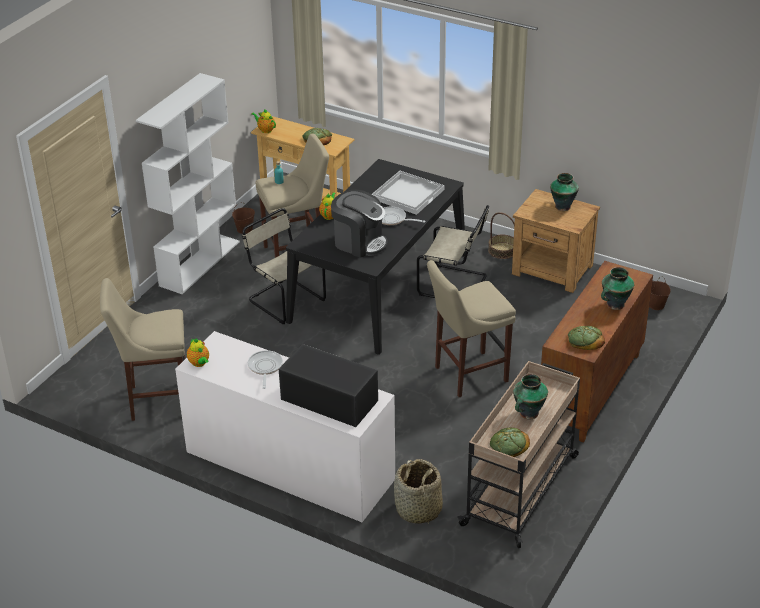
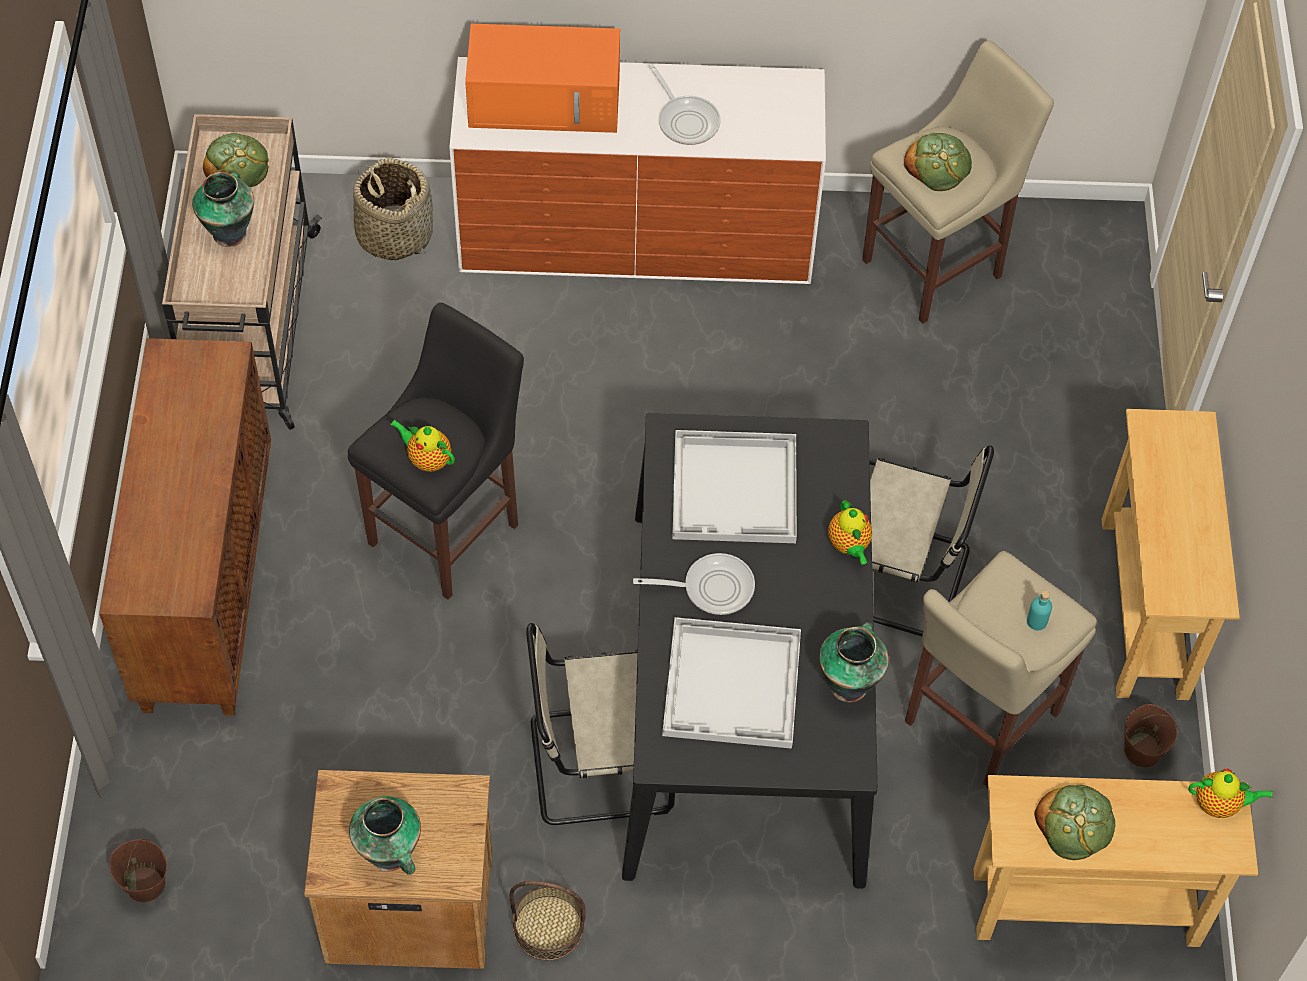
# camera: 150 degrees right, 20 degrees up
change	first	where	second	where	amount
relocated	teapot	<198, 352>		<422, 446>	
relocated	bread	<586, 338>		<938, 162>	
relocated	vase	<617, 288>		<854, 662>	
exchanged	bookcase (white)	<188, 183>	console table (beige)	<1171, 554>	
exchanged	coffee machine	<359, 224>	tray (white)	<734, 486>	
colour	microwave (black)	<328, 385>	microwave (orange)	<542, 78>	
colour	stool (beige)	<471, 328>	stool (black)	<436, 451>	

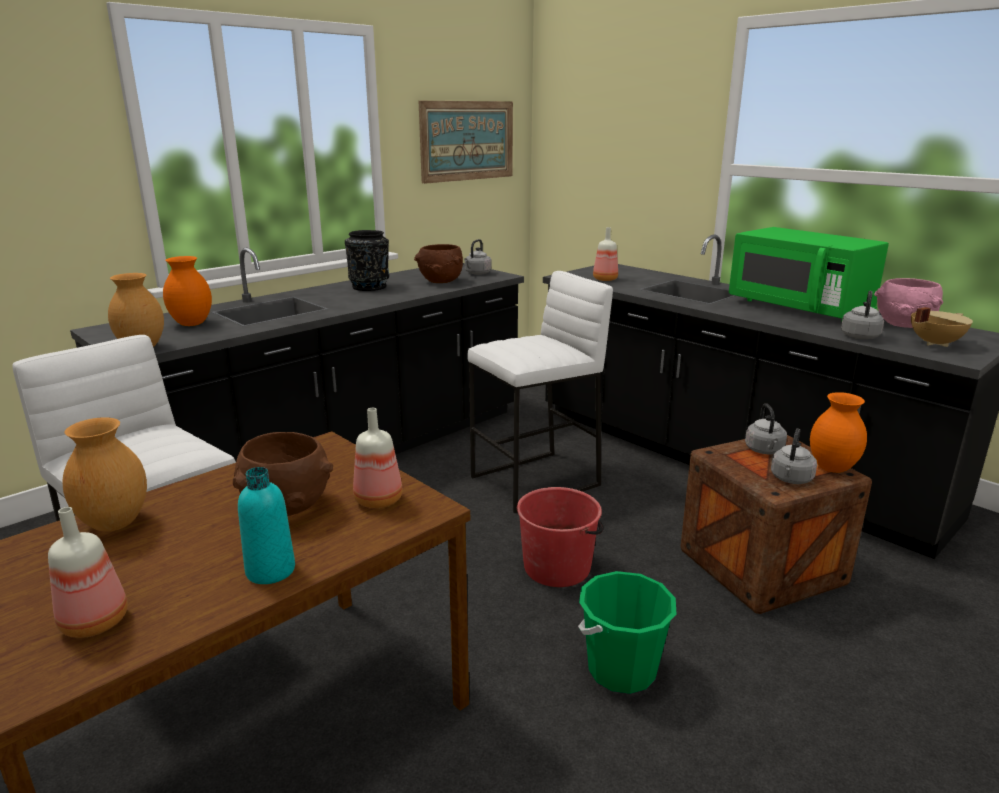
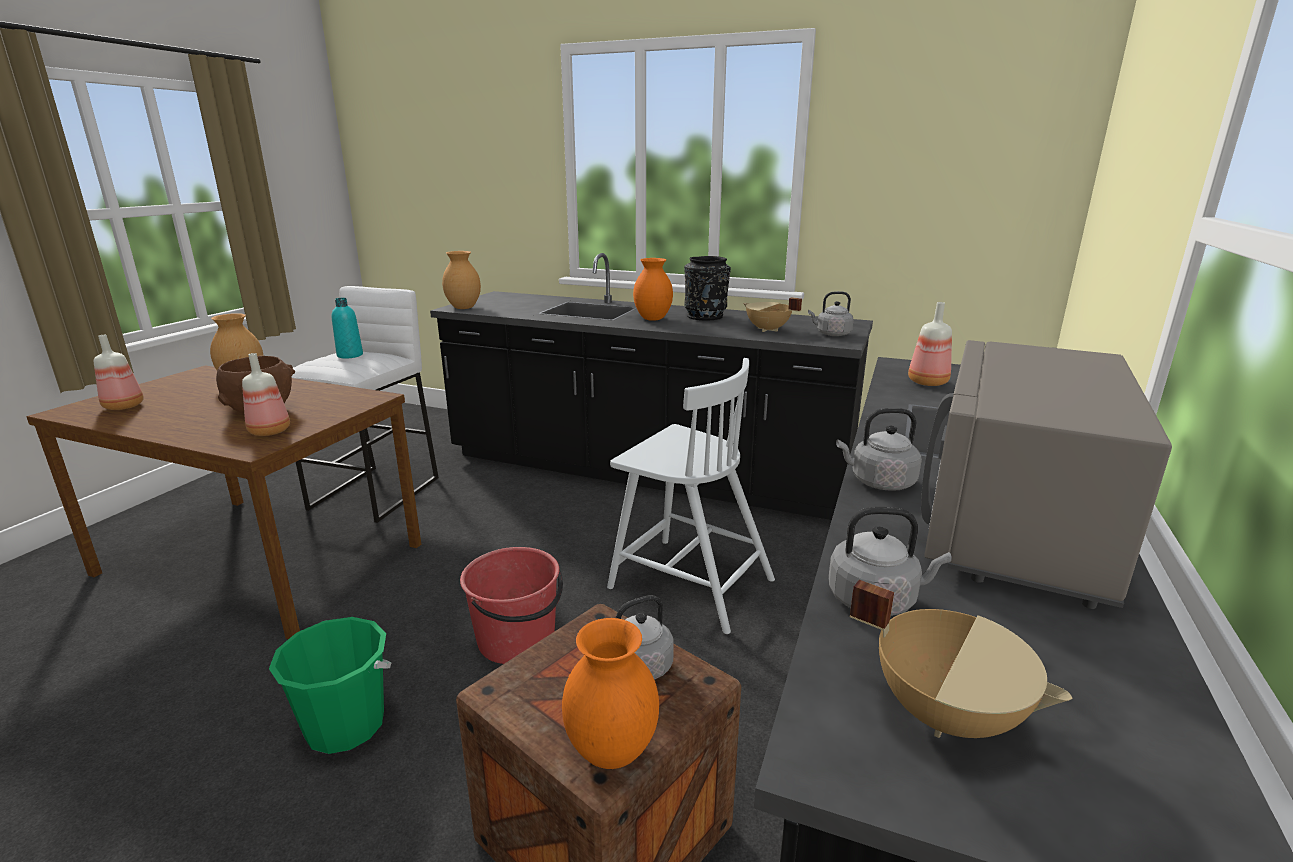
# camera: 65 degrees right, 0 degrees up
change	first	where	second	where	amount
missing	picture	<466, 142>			
missing	bowl (pink)	<908, 303>			
relocated	vase (orange)	<187, 291>		<653, 289>	
relocated	bottle (turquoise)	<266, 525>		<347, 328>	
relocated	kettle (grey)	<794, 456>		<879, 449>	
exchanged	bowl (brown)	<438, 263>	cooking pot (beige)	<772, 314>	
exchanged	stool (white)	<540, 392>	chair (white)	<691, 496>	
colour	microwave (green)	<809, 274>	microwave (grey)	<1046, 474>	

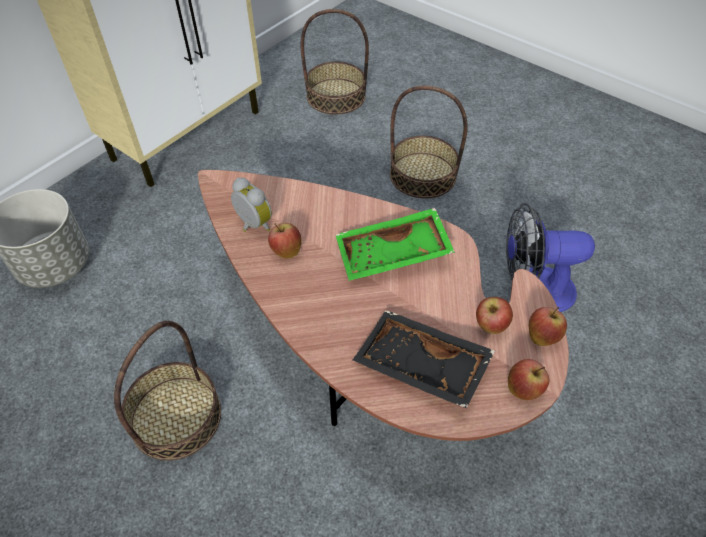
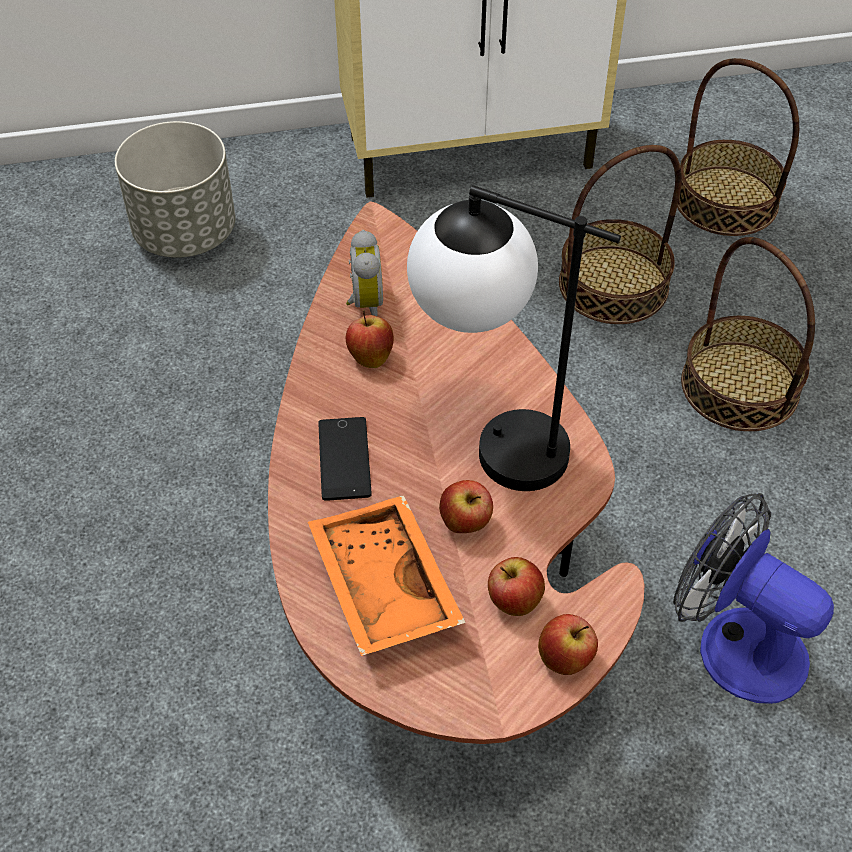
# camera: 40 degrees right, 0 degrees up
change	first	where	second	where	amount
appeared			phone	<345, 459>	
relocated	basket	<167, 391>		<620, 234>	
relocated	apple	<528, 379>		<466, 506>	
exchanged	tray (green)	<395, 244>	table lamp	<514, 338>	
colour	tray (black)	<424, 359>	tray (orange)	<387, 575>	

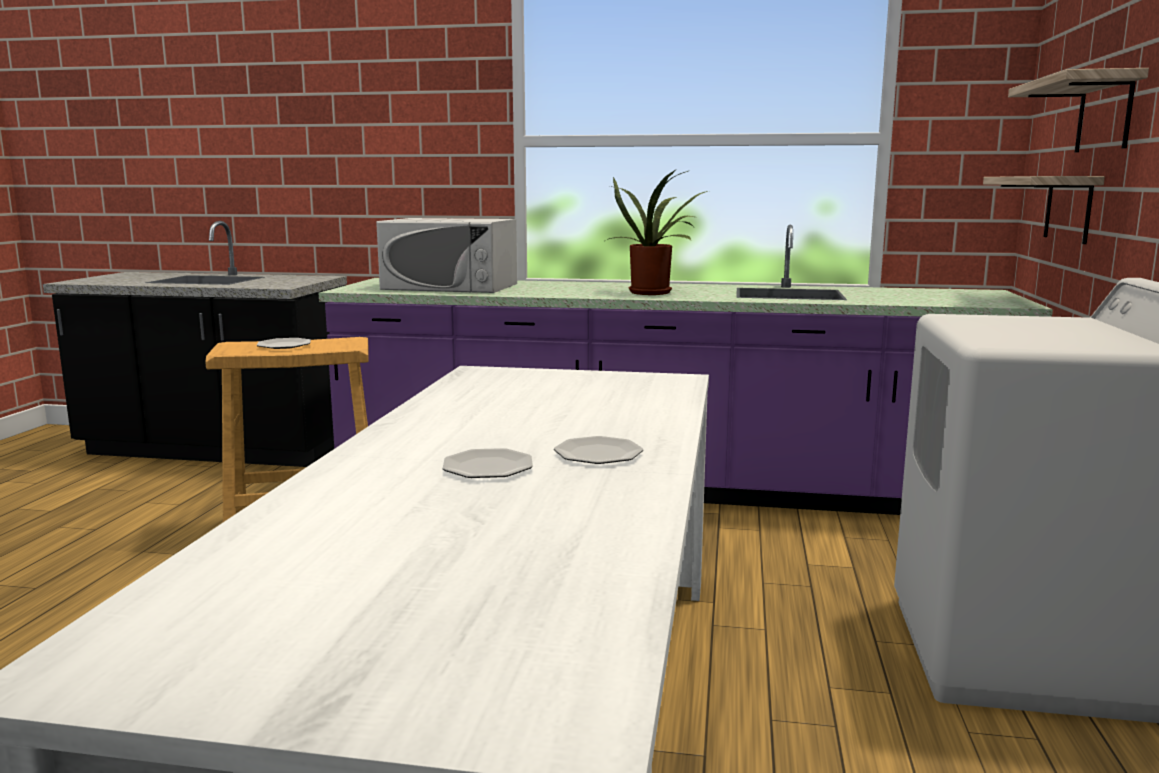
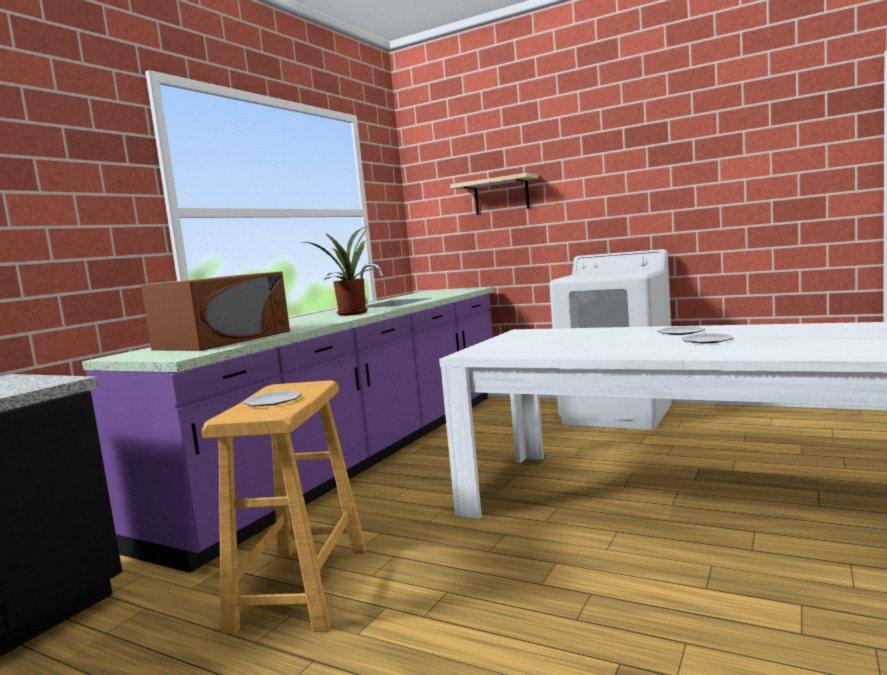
# camera: 70 degrees left, 5 degrees down
change	first	where	second	where	amount
missing	shelf	<1044, 210>			
colour	microwave (white)	<446, 255>	microwave (brown)	<215, 311>	

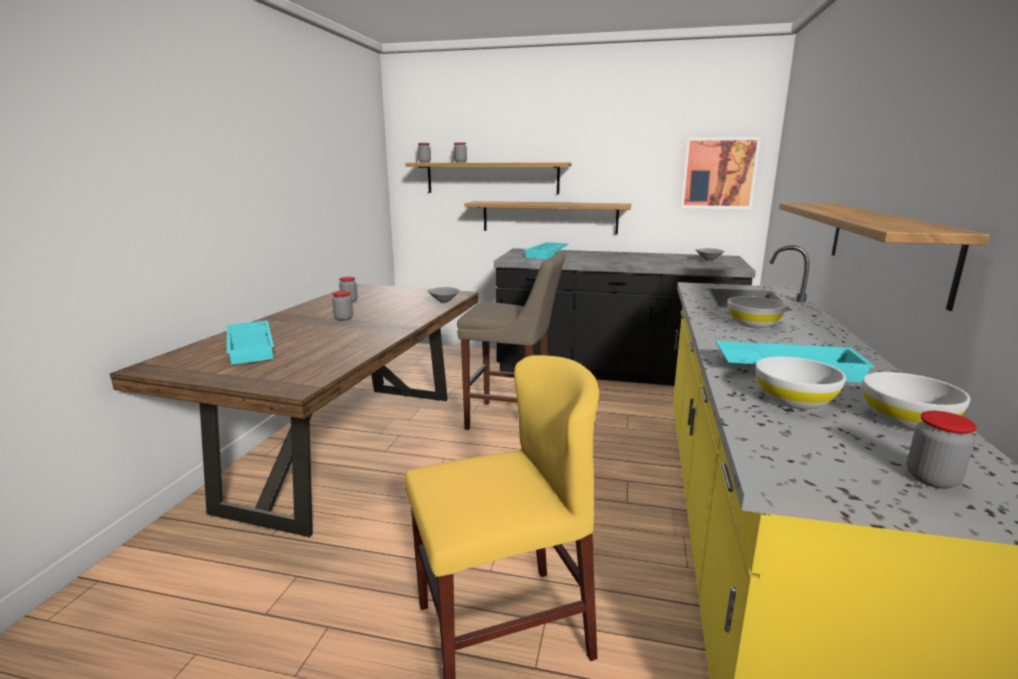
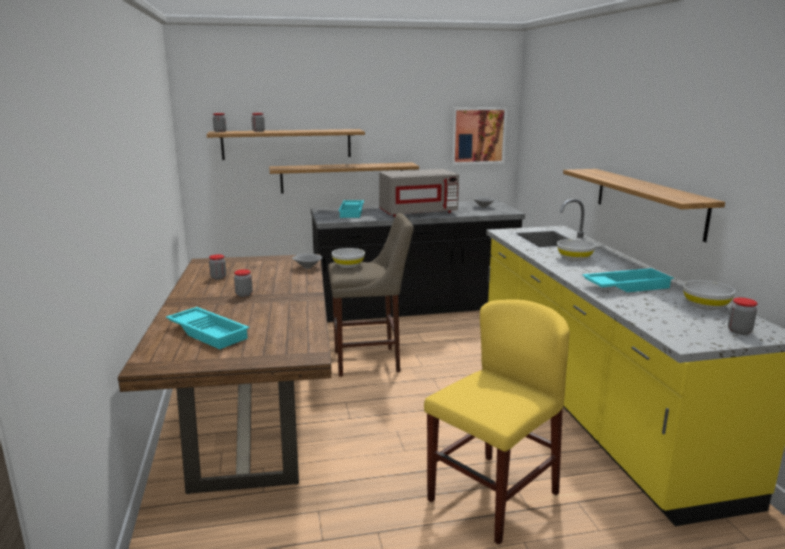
# camera: 25 degrees left, 0 degrees up
change	first	where	second	where	amount
appeared			microwave (grey)	<419, 193>	
relocated	bowl (white)	<801, 382>		<348, 258>	

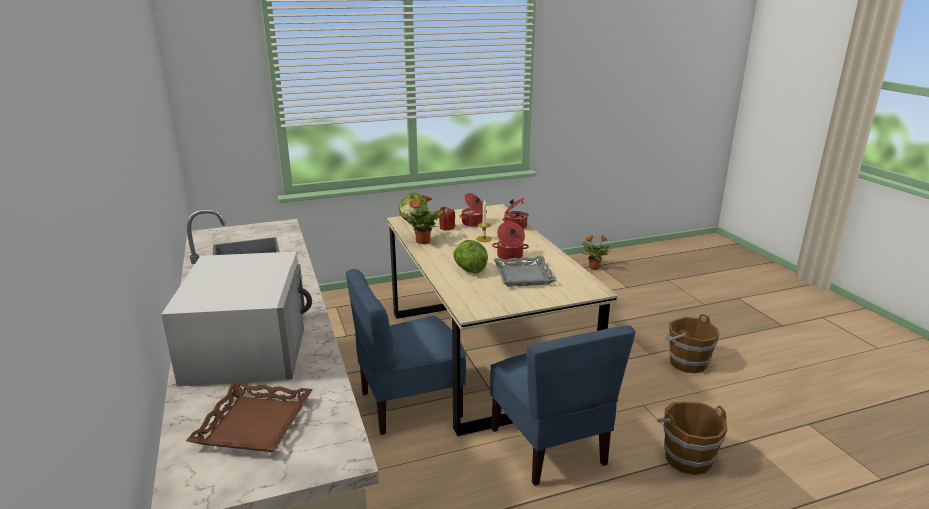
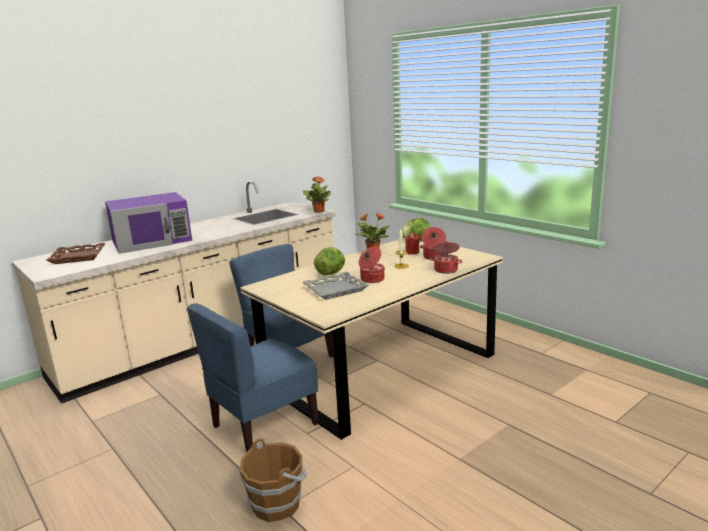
# camera: 70 degrees right, 5 degrees down
change	first	where	second	where	amount
missing	bucket (brown)	<692, 343>			
relocated	potted plant	<595, 252>		<317, 194>	
colour	microwave (white)	<236, 319>	microwave (purple)	<148, 223>	

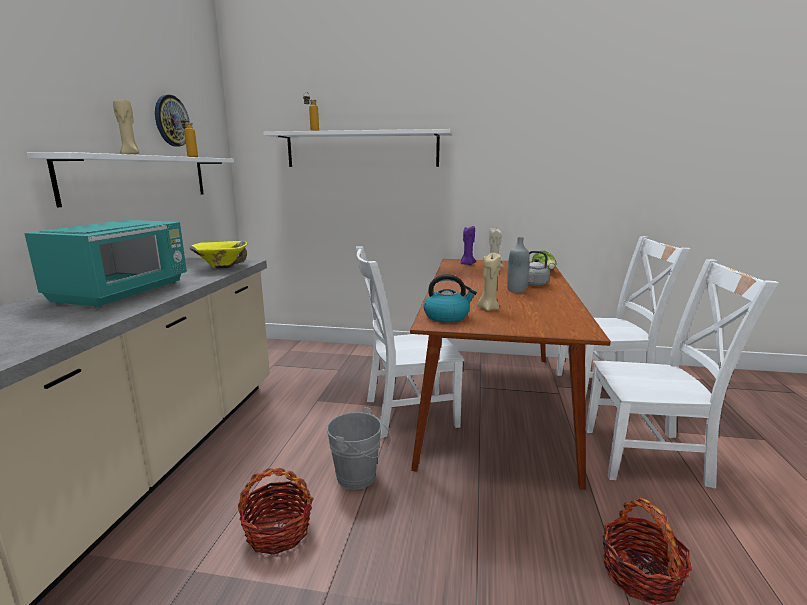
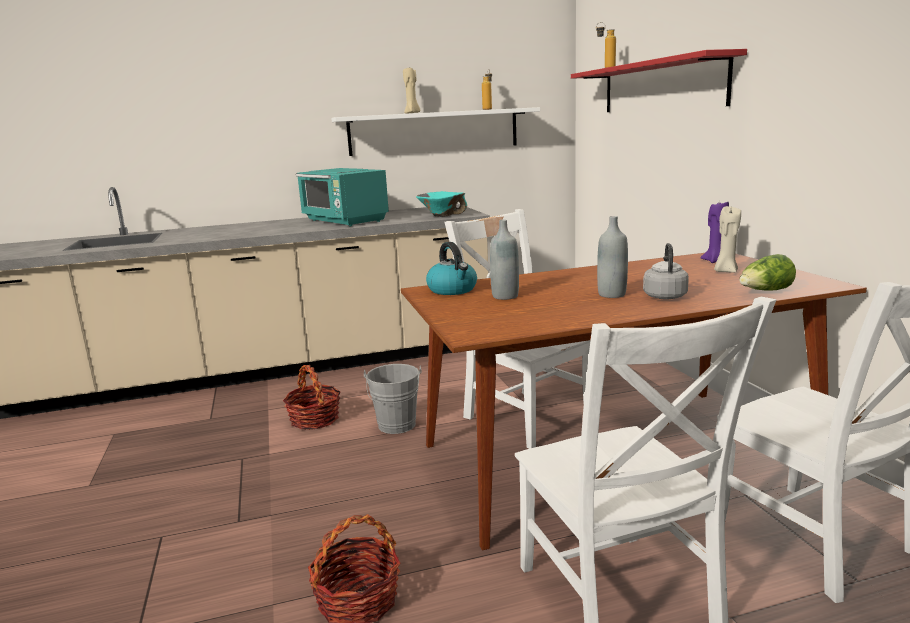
# camera: 65 degrees right, 0 degrees up
change	first	where	second	where	amount
missing	wall clock	<172, 121>			
exchanged	candle (beige)	<489, 282>	bottle (grey)	<504, 260>	
colour	bowl (yellow)	<218, 255>	bowl (turquoise)	<441, 204>	
colour	shelf (white)	<357, 148>	shelf (red)	<659, 80>	
spun	microwave (turquoise)	<105, 264>		<342, 197>	60 degrees clockwise

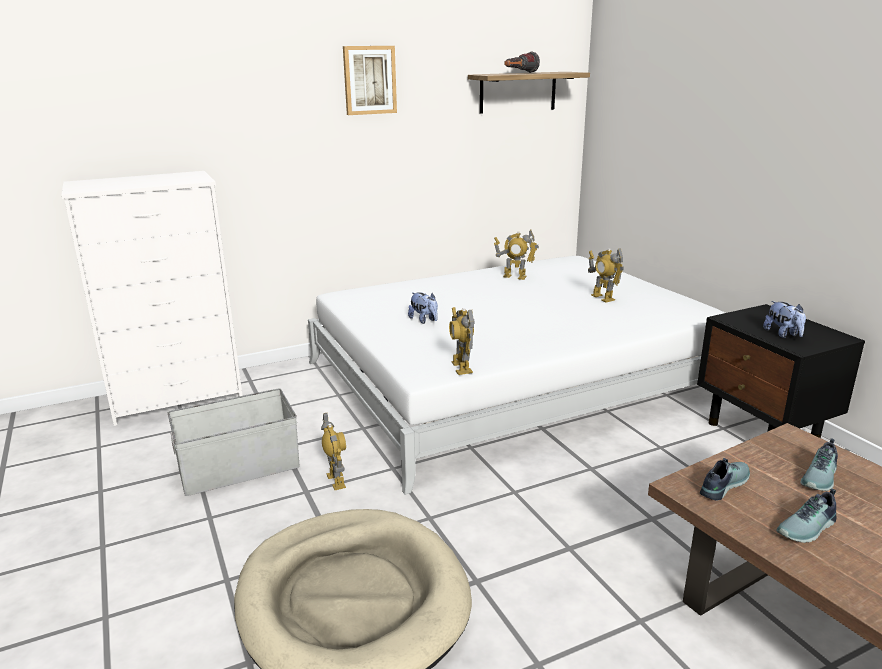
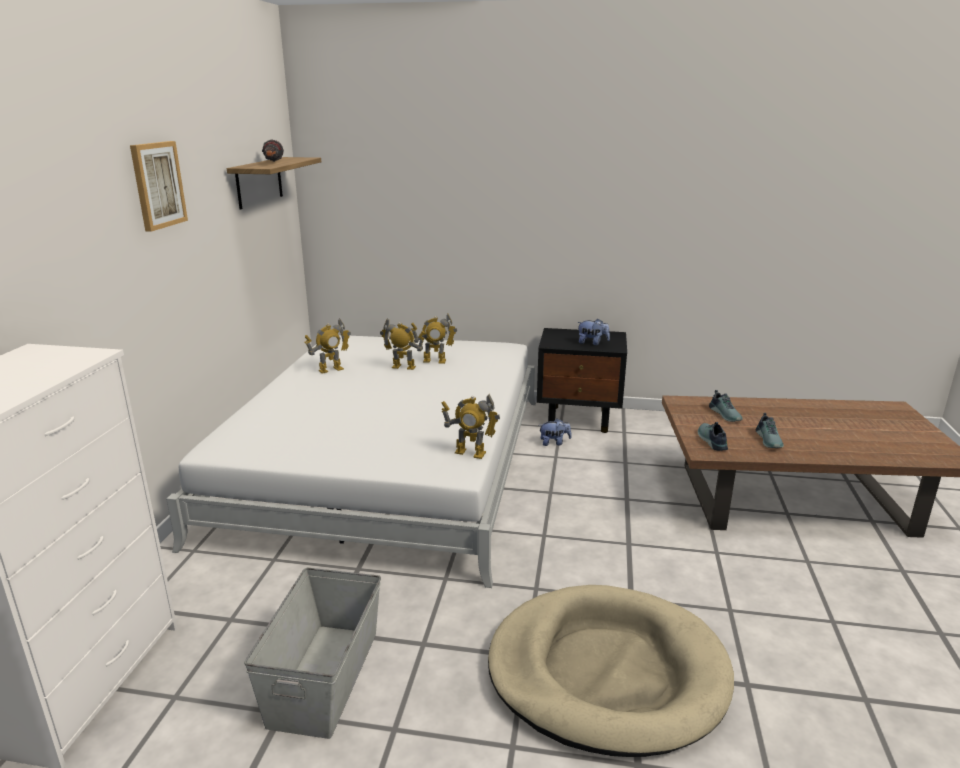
# camera: 55 degrees left, 0 degrees up
change	first	where	second	where	amount
relocated	toy robot	<333, 451>		<402, 344>	
relocated	plush toy	<423, 308>		<555, 432>	

